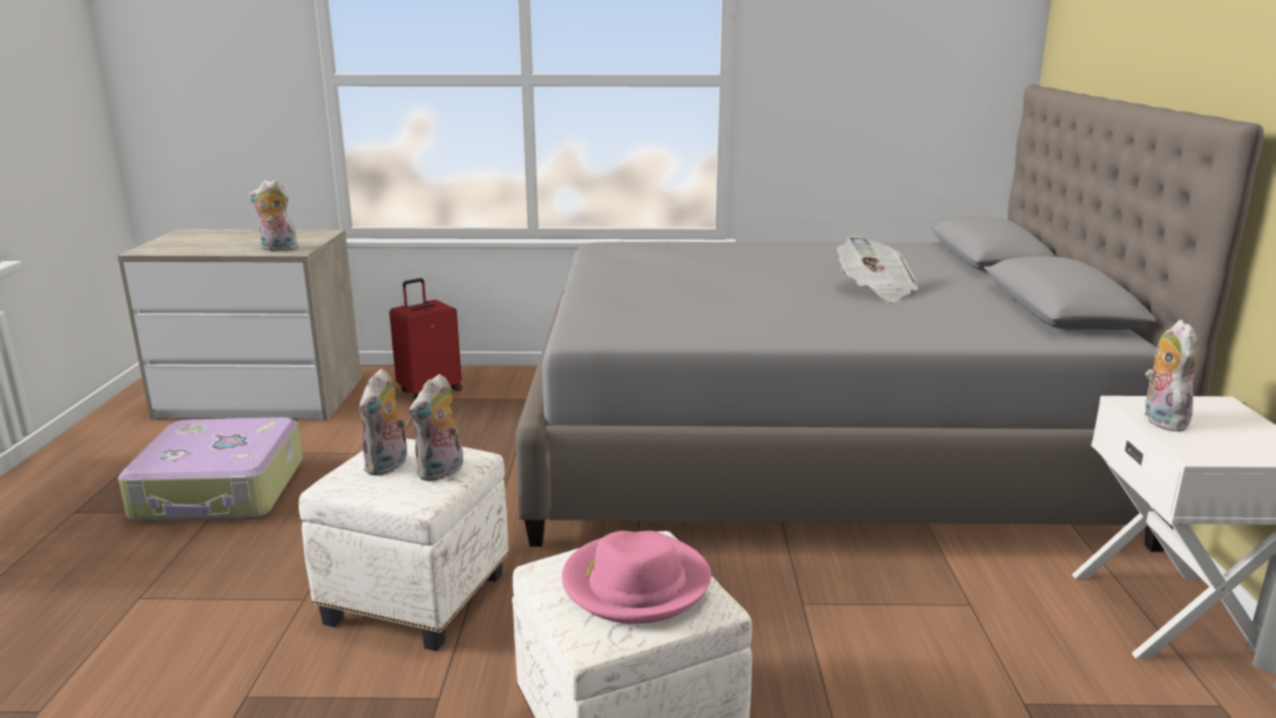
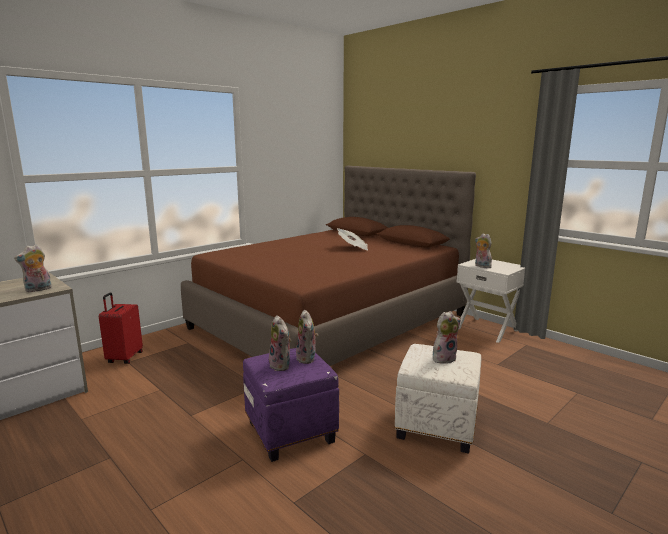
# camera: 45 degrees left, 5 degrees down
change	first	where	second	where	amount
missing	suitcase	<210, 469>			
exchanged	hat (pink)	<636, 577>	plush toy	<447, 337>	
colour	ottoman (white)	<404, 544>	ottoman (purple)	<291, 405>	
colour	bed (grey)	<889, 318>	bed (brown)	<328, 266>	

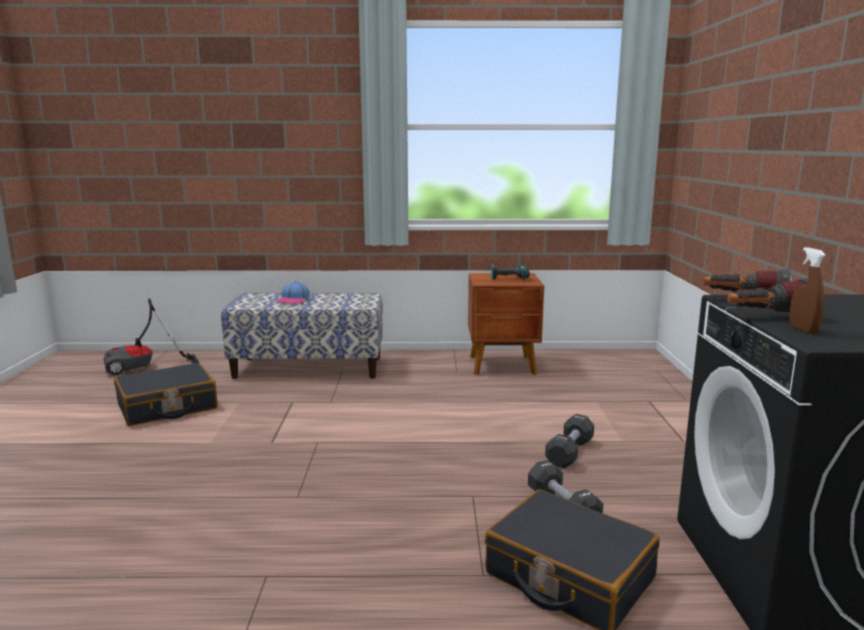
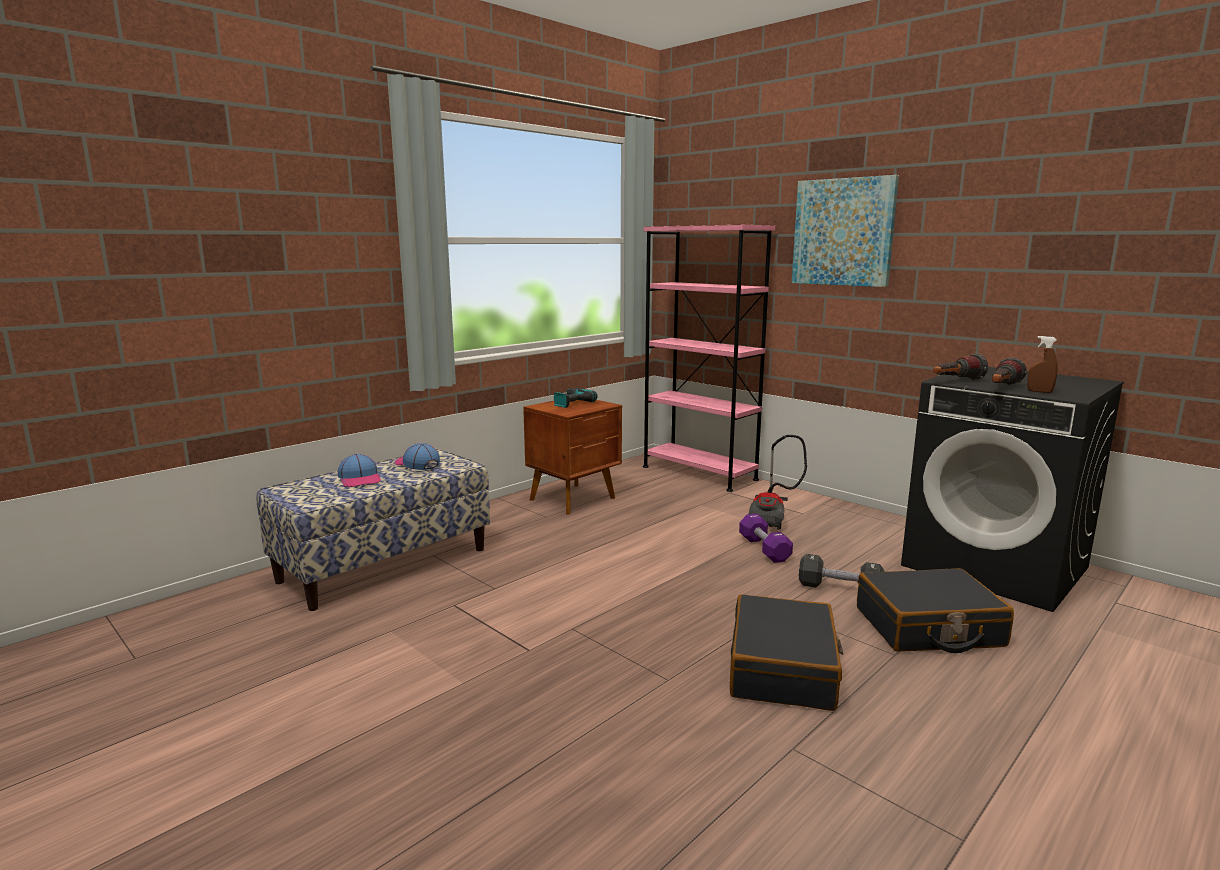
# camera: 45 degrees left, 0 degrees up
change	first	where	second	where	amount
appeared			cap	<417, 456>	
appeared			bookcase (pink)	<709, 358>	
appeared			picture	<845, 231>	
relocated	vacuum cleaner	<151, 337>		<778, 482>	
relocated	suitcase (black)	<166, 394>		<786, 652>	
colour	dumbbell (black)	<569, 441>	dumbbell (purple)	<766, 538>	

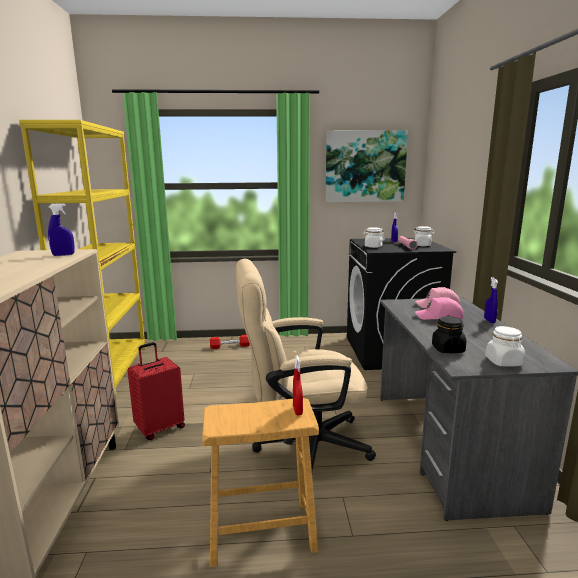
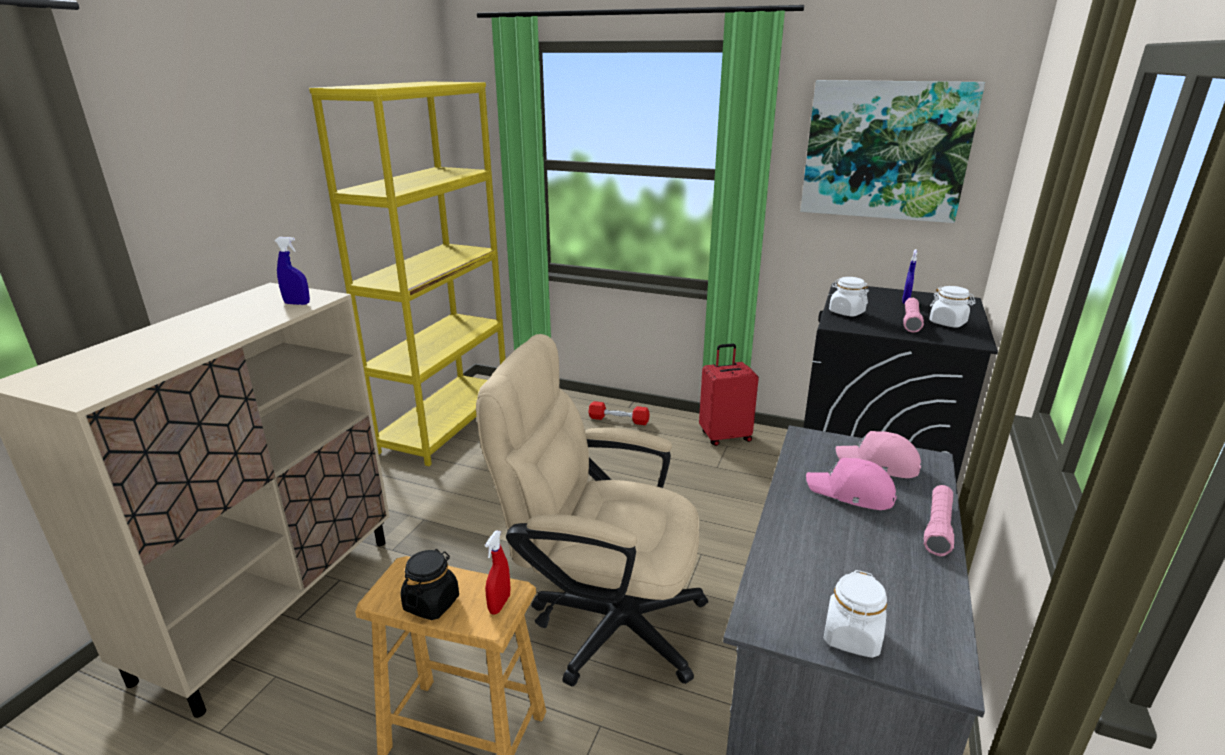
# camera: 25 degrees right, 10 degrees up
change	first	where	second	where	amount
relocated	suitcase (red)	<156, 391>		<729, 395>	
relocated	jar (black)	<449, 334>		<430, 584>	
exchanged	spray bottle (blue)	<491, 300>	flashlight (pink)	<939, 520>	

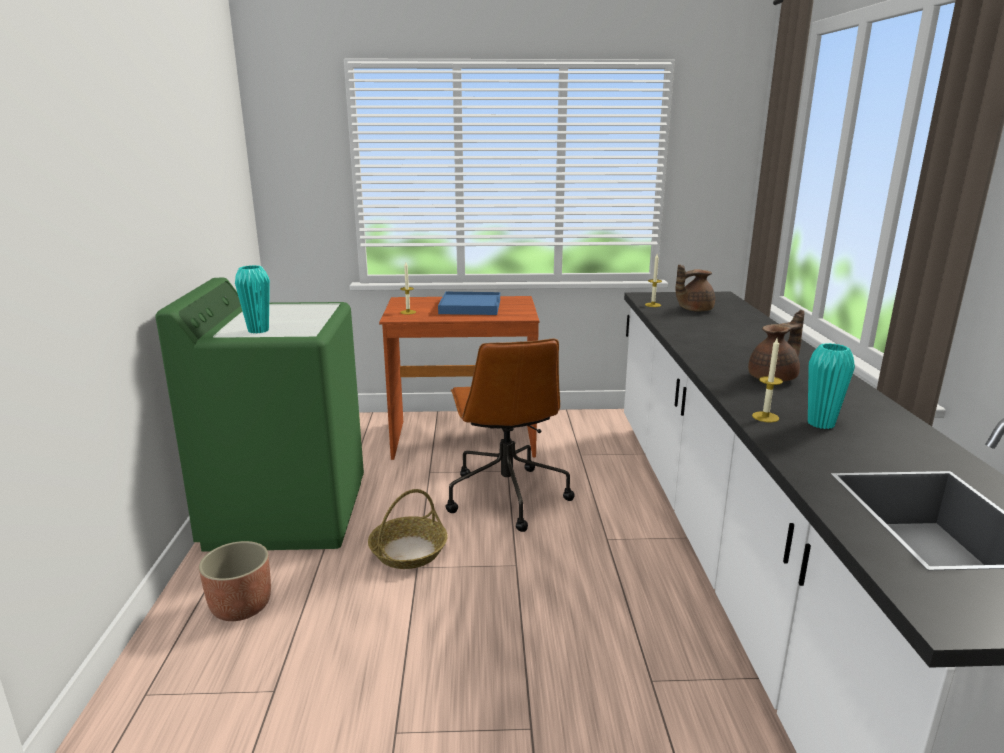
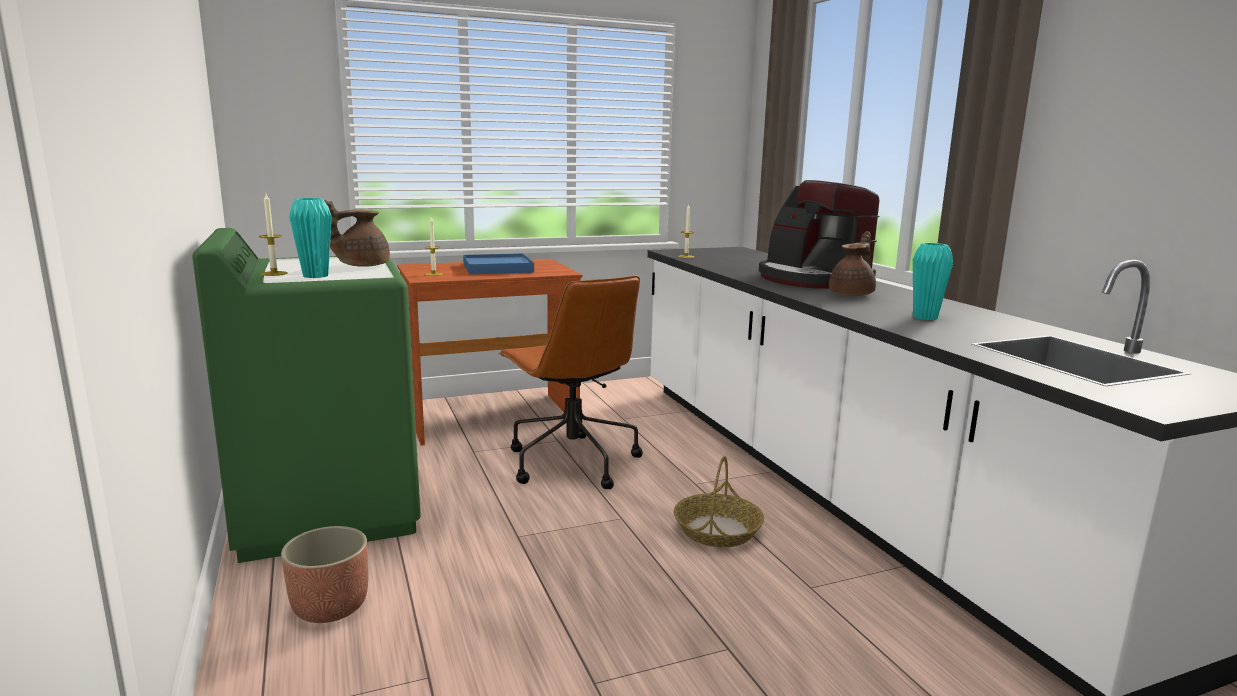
# camera: 20 degrees left, 5 degrees down
change	first	where	second	where	amount
appeared			coffee machine	<819, 234>	
relocated	basket	<408, 529>		<719, 501>	
relocated	teapot (brown)	<695, 288>		<357, 233>	
relocated	candle	<767, 380>		<273, 235>	

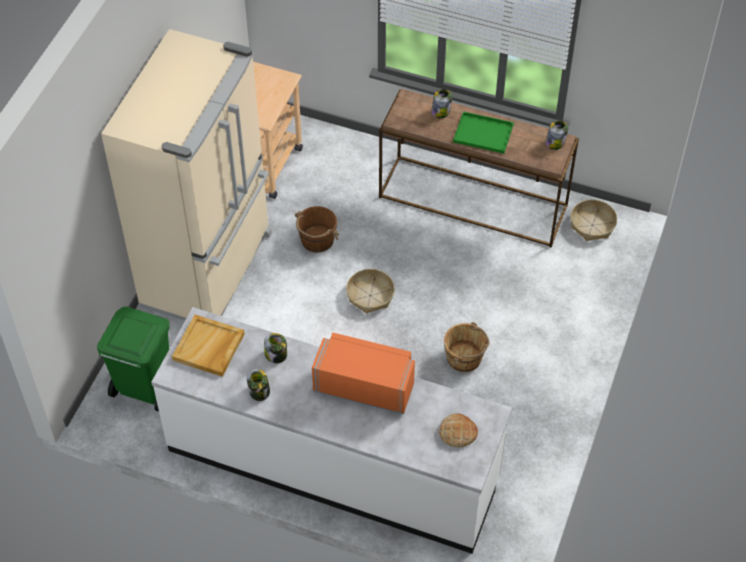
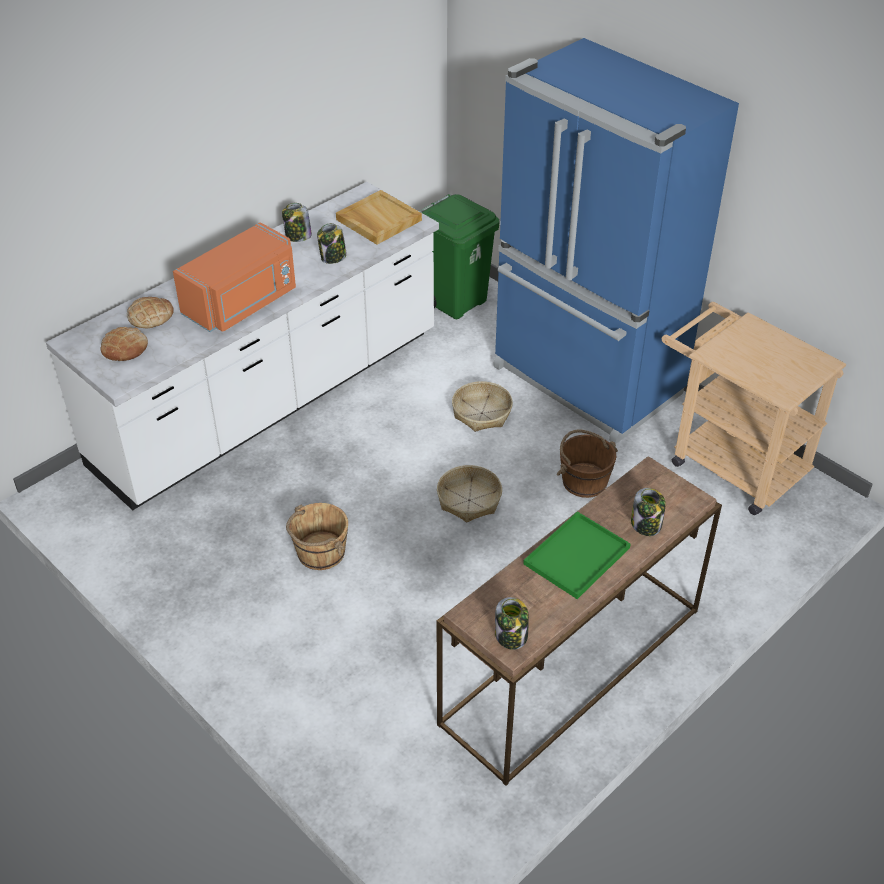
# camera: 115 degrees right, 10 degrees down
change	first	where	second	where	amount
appeared			bread	<150, 312>	
relocated	basket	<594, 220>		<482, 406>	
colour	fridge (beige)	<186, 175>	fridge (blue)	<616, 241>	

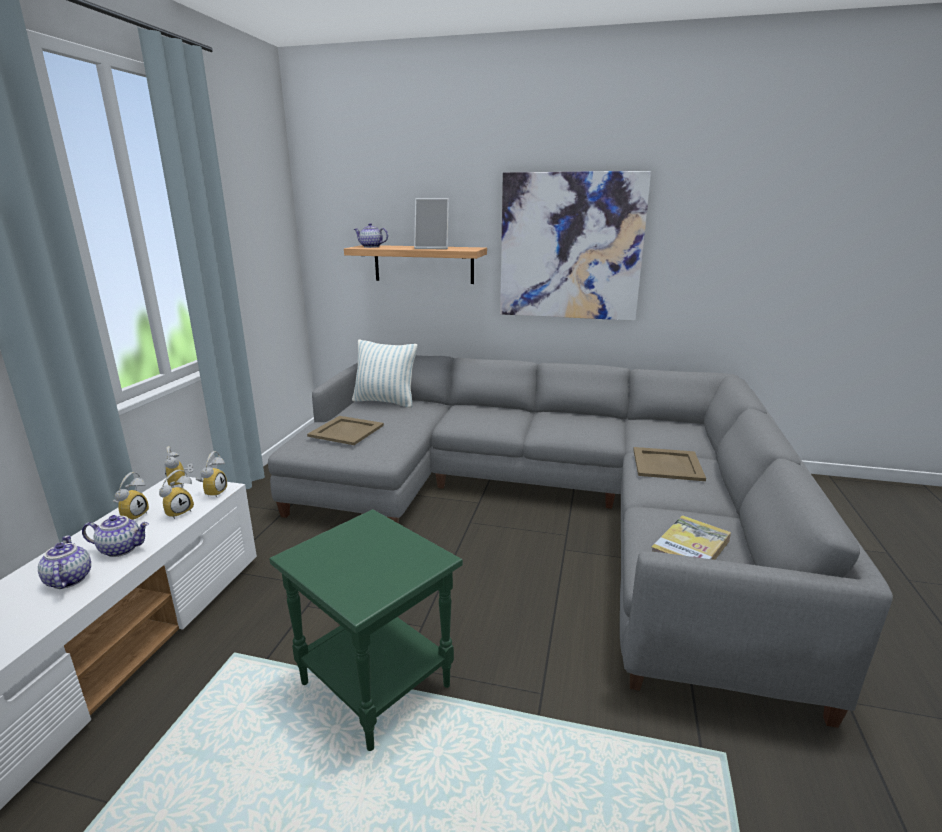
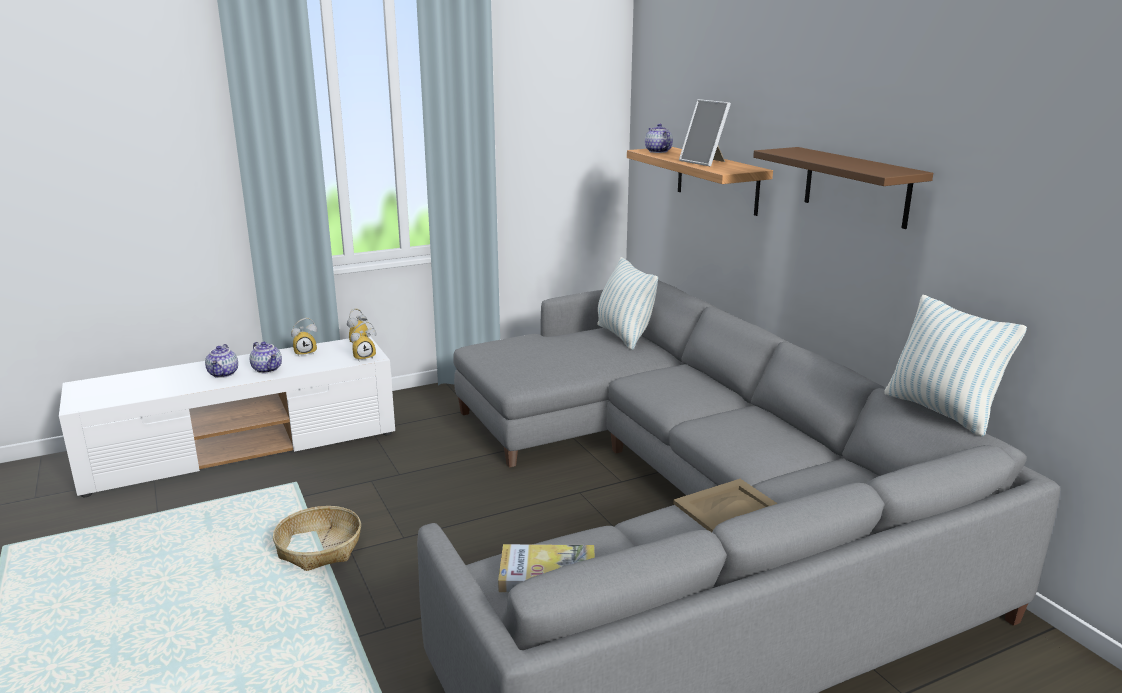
# camera: 50 degrees right, 0 degrees up
change	first	where	second	where	amount
missing	alarm clock	<176, 494>			
missing	tray (beige)	<345, 430>			
appeared			pillow	<955, 366>	
exchanged	side table (green)	<366, 630>	basket	<317, 538>	
exchanged	picture	<575, 246>	shelf (brown)	<843, 188>	
spun	teapot	<64, 562>		<221, 361>	150 degrees clockwise

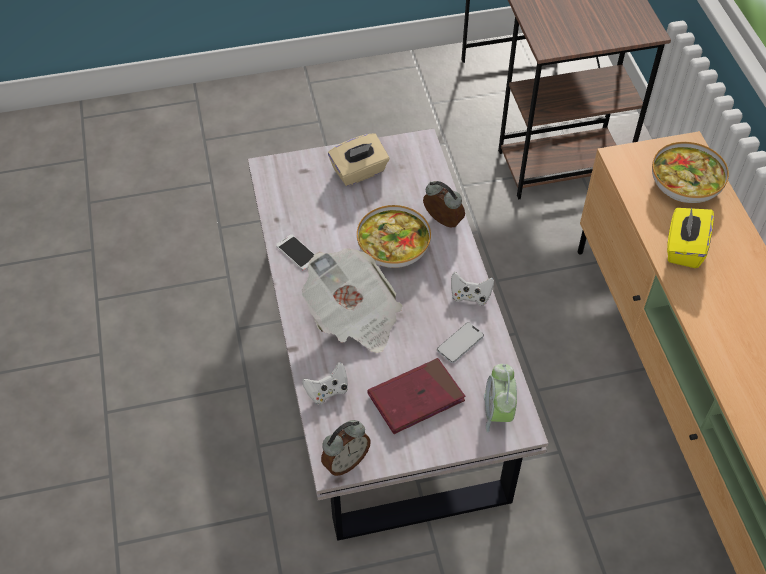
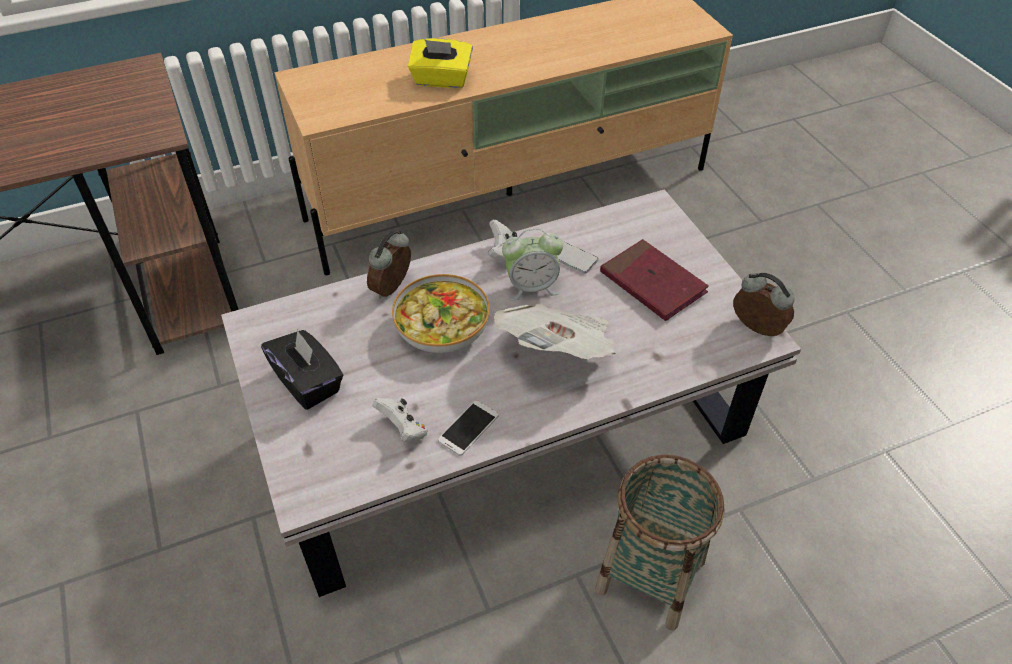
# camera: 100 degrees left, 5 degrees down
change	first	where	second	where	amount
missing	bowl	<690, 172>			
appeared			basket	<660, 542>	
relocated	game controller (white)	<325, 383>		<400, 420>	
relocated	alarm clock	<500, 398>		<532, 264>	
colour	tissue box (beige)	<358, 159>	tissue box (black)	<302, 369>	

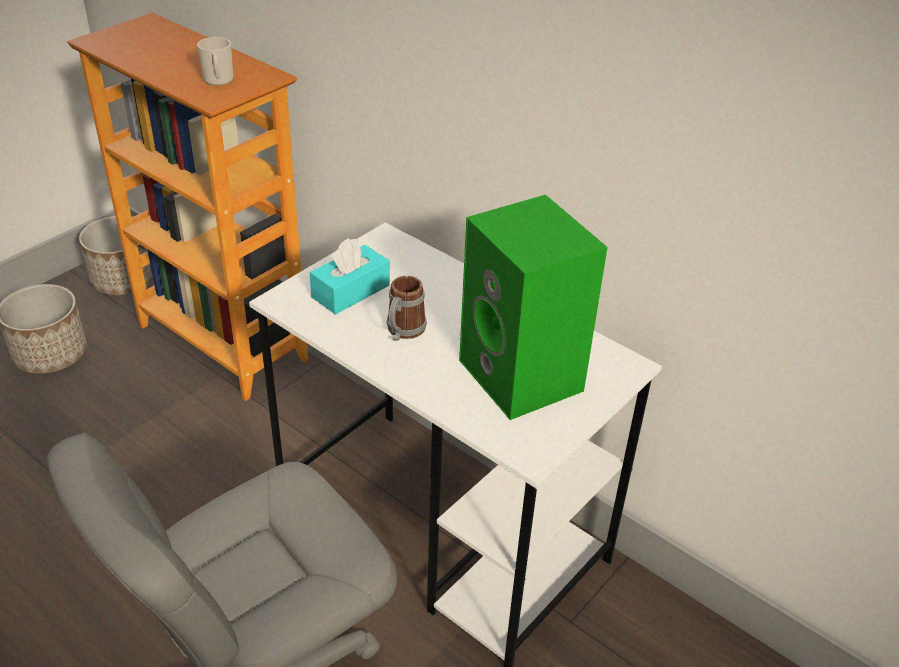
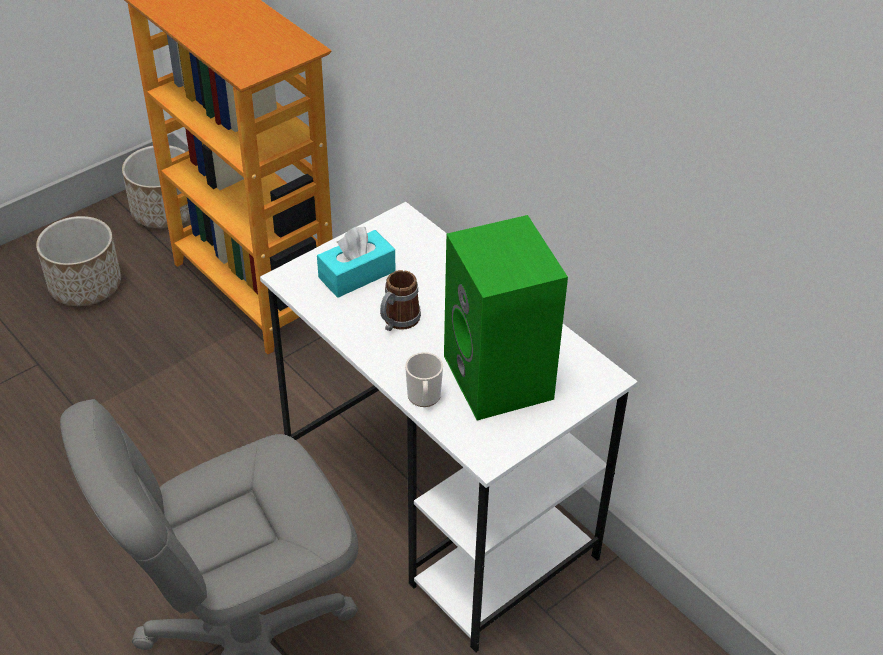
# camera: 10 degrees right, 5 degrees up
change	first	where	second	where	amount
relocated	mug	<215, 61>		<424, 379>	

